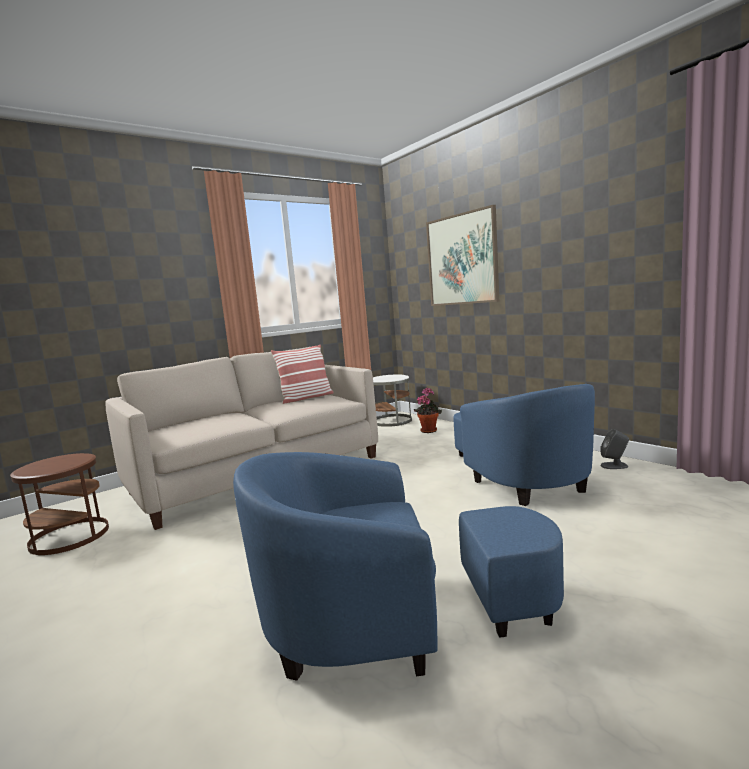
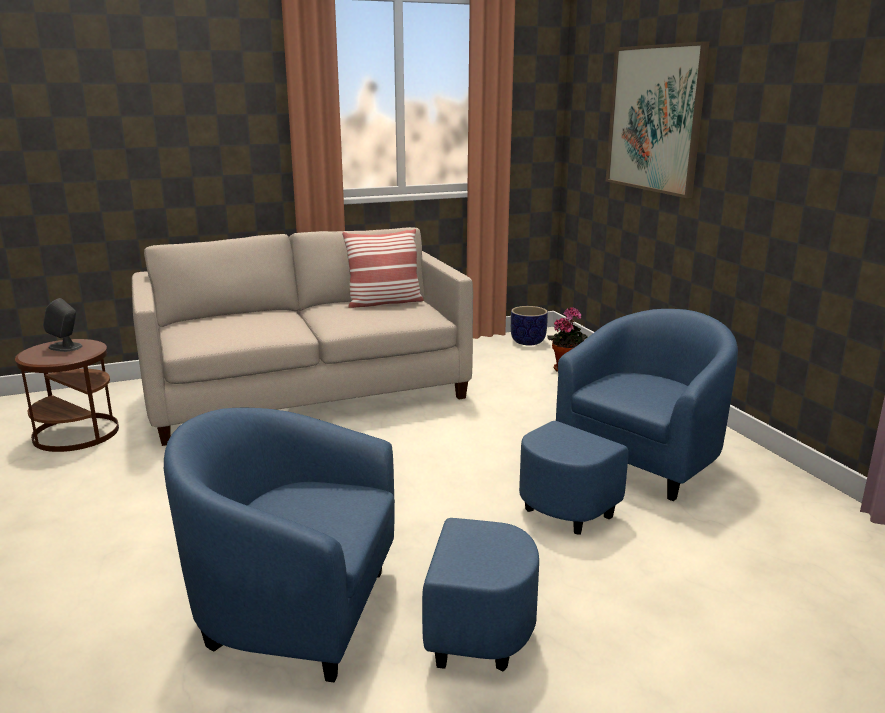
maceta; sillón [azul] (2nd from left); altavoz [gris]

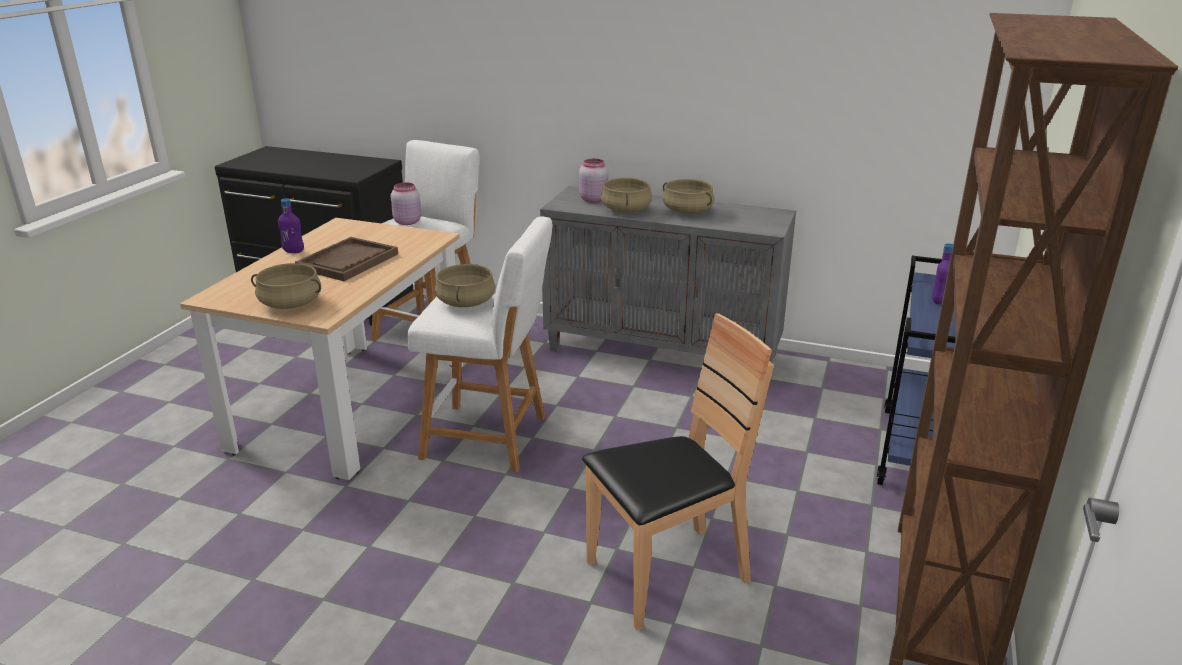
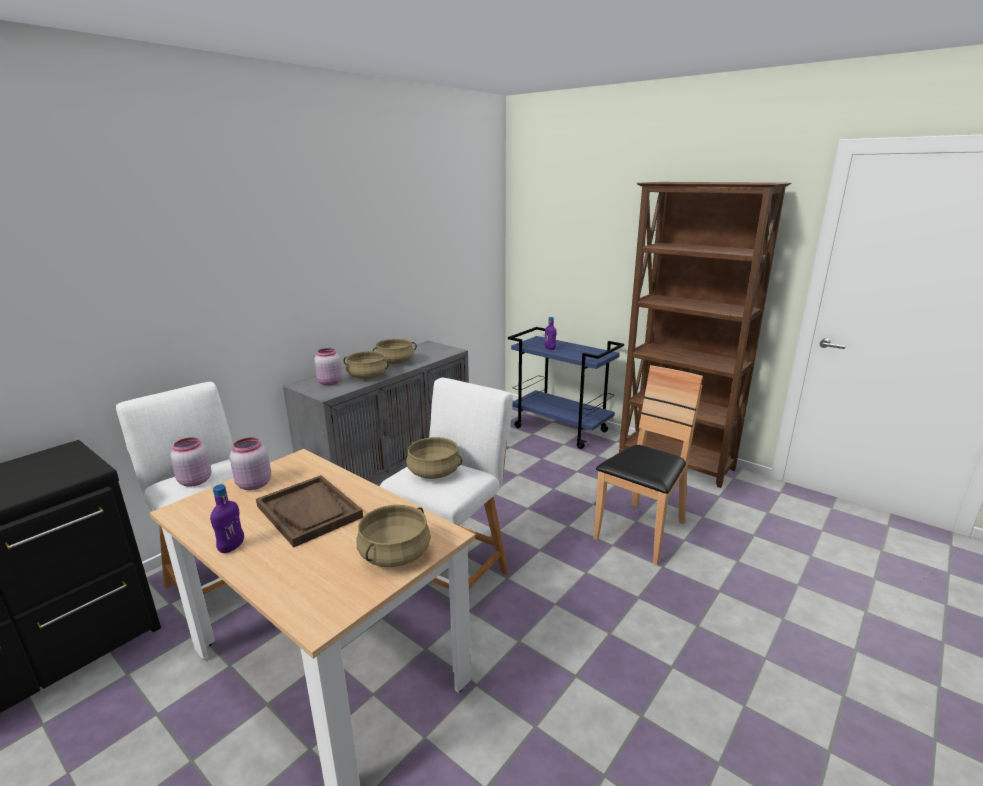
silla [marrón]; tarro [rosa] (2nd from left)

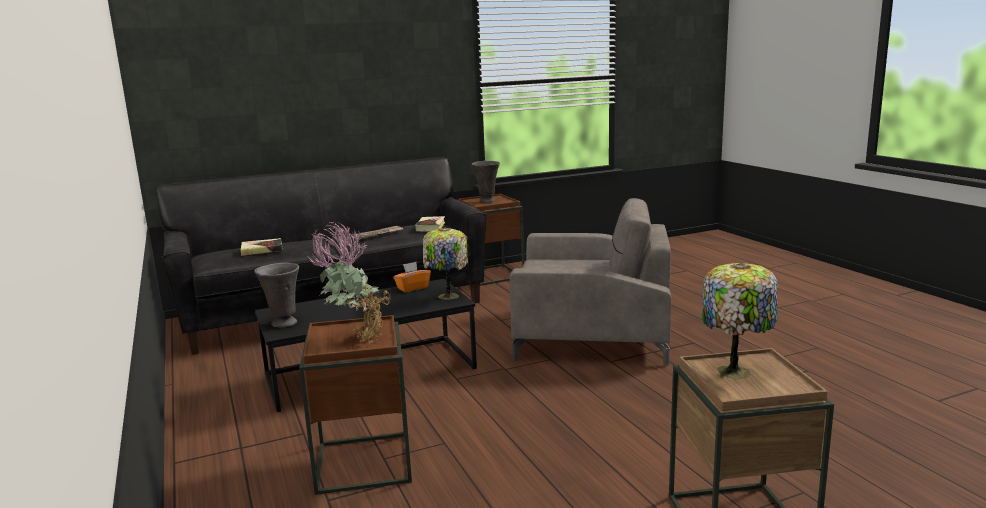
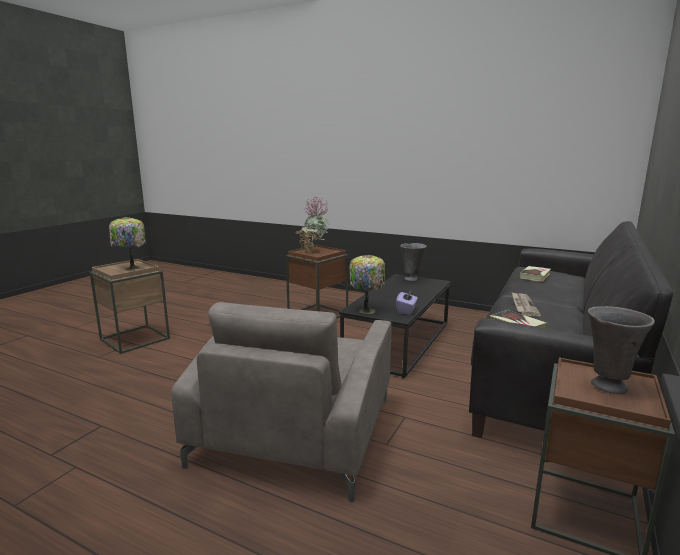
caja de pañuelos [morado]; sillón [gris]

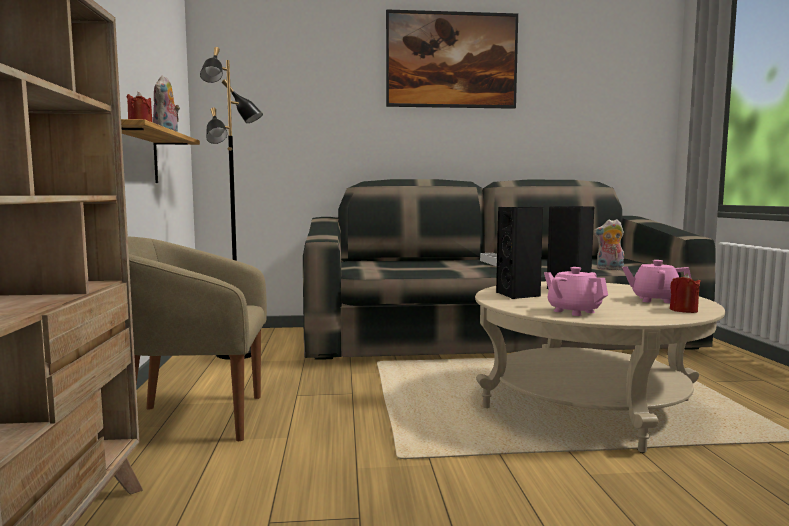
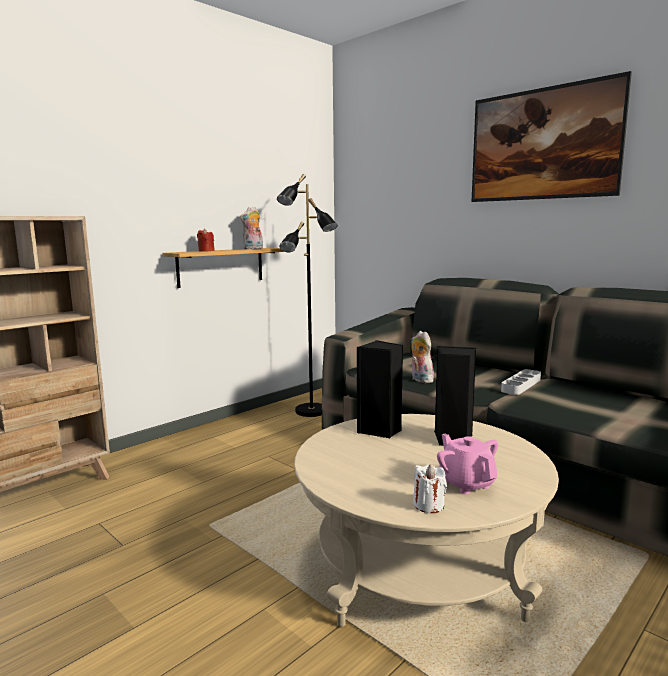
sillón [beis]; tetera [rosa] (1st from left in the first image); peluche (2nd from left); vela [blanco]

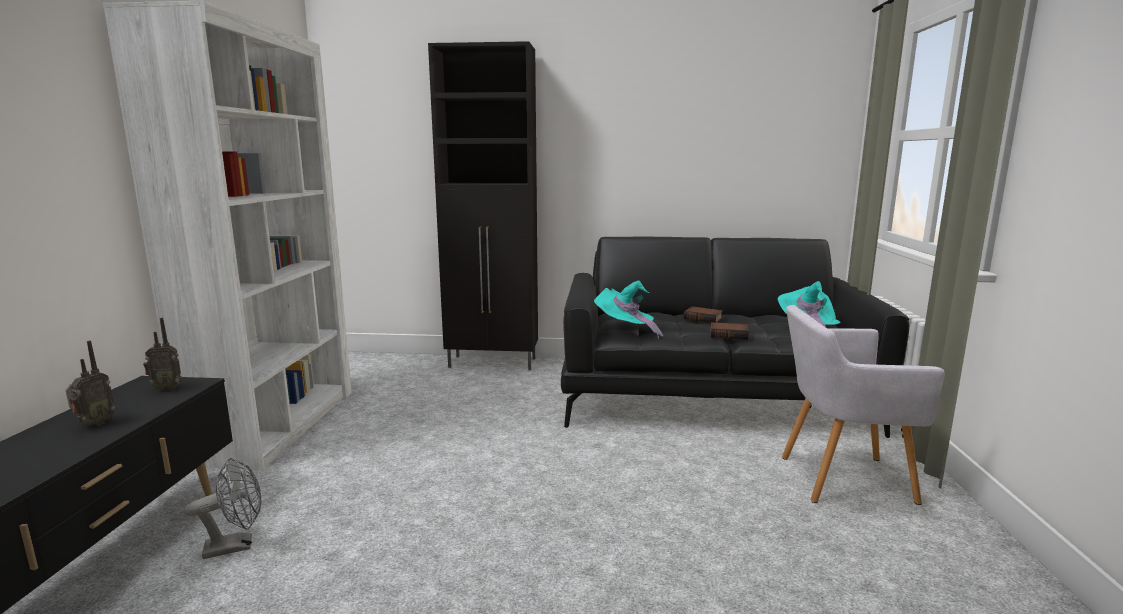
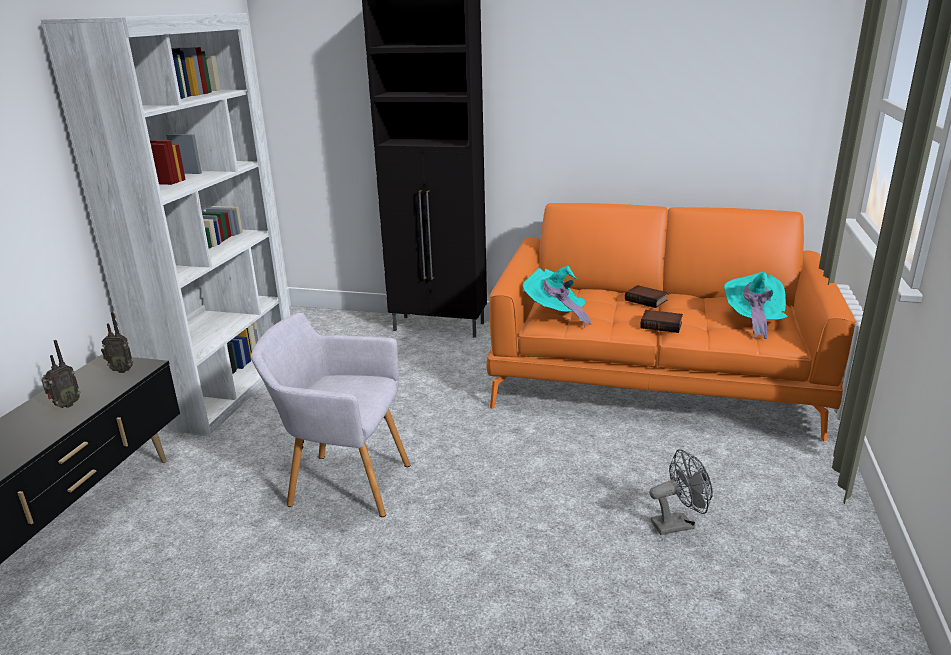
ventilador [gris]; sofá [naranja]; sillón [gris]

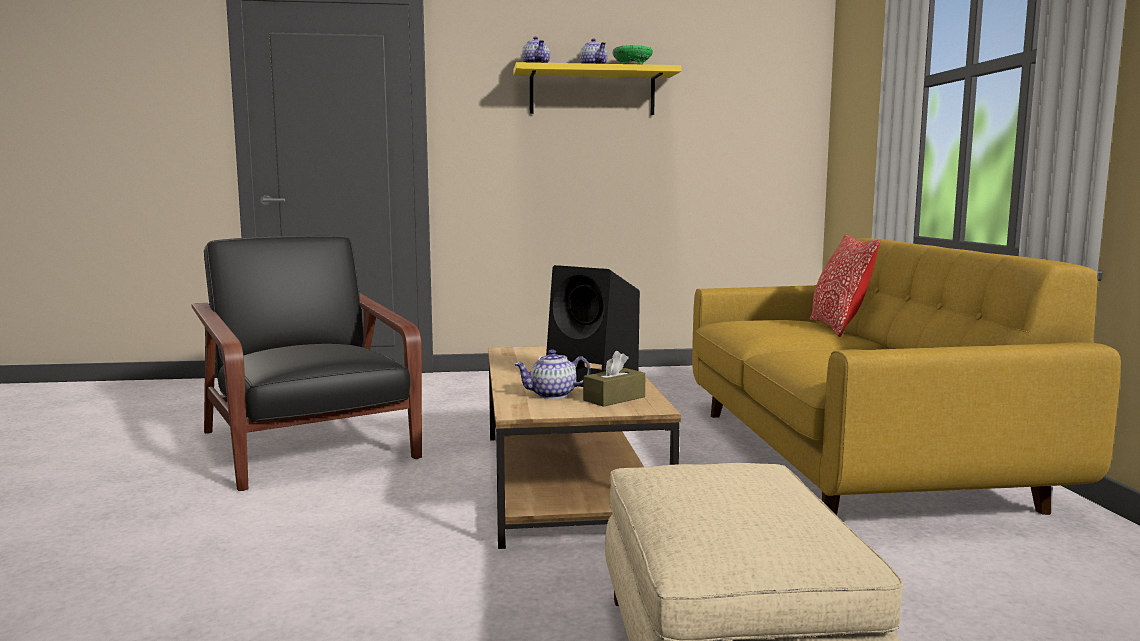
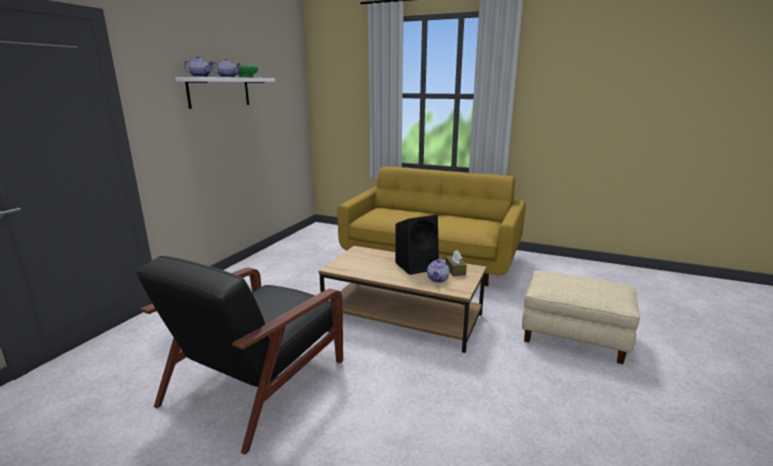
sillón [negro]; estante [blanco]; cojín

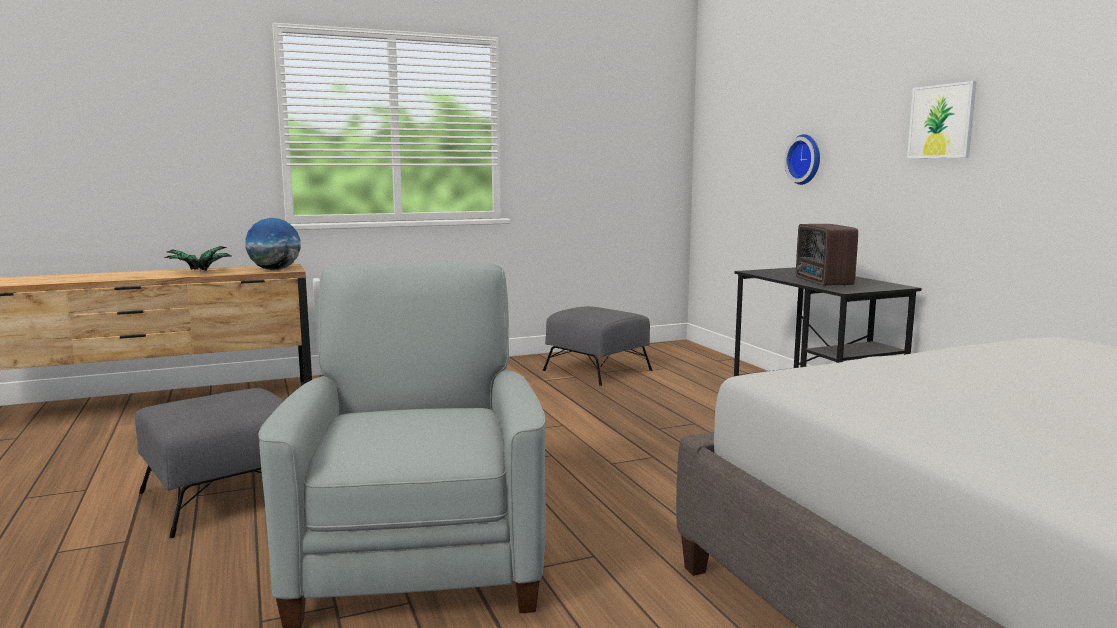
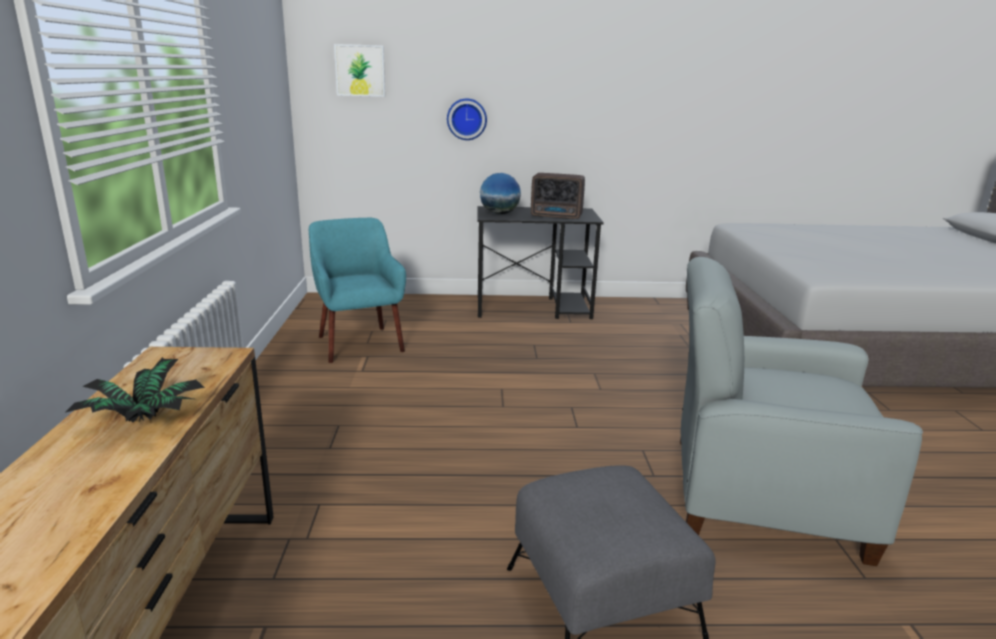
globo terráqueo; sillón [turquesa]; cuadro

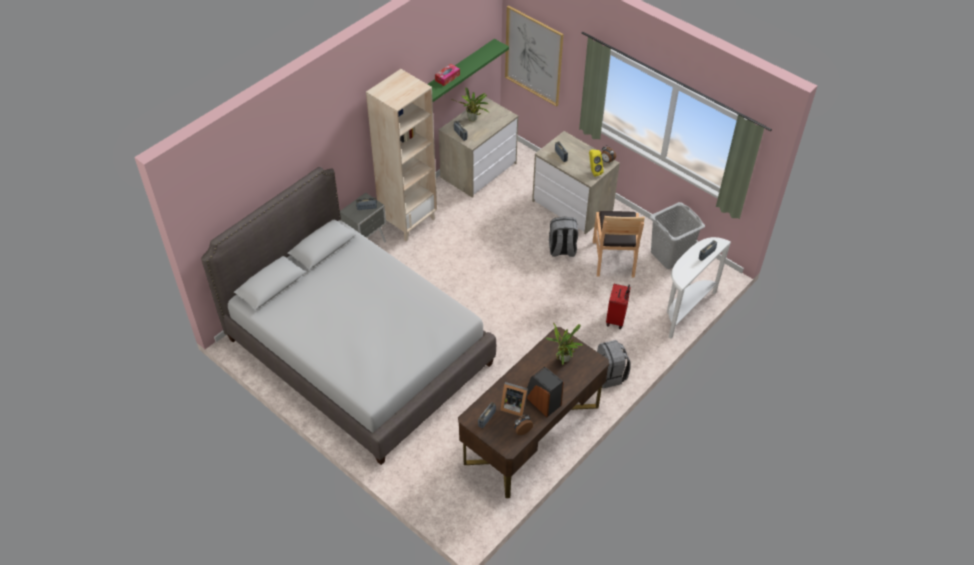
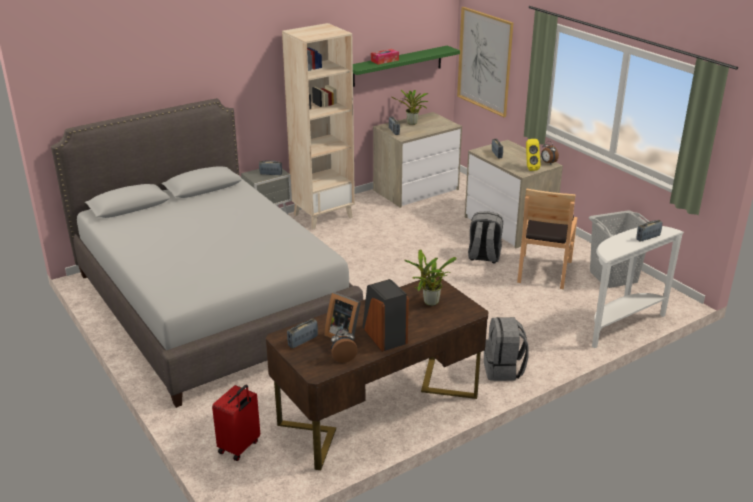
maleta [rojo]

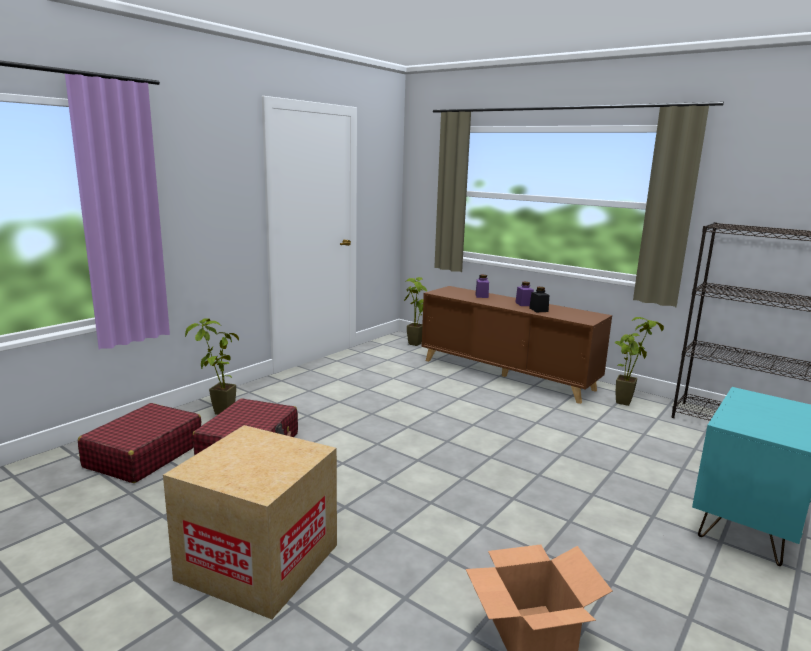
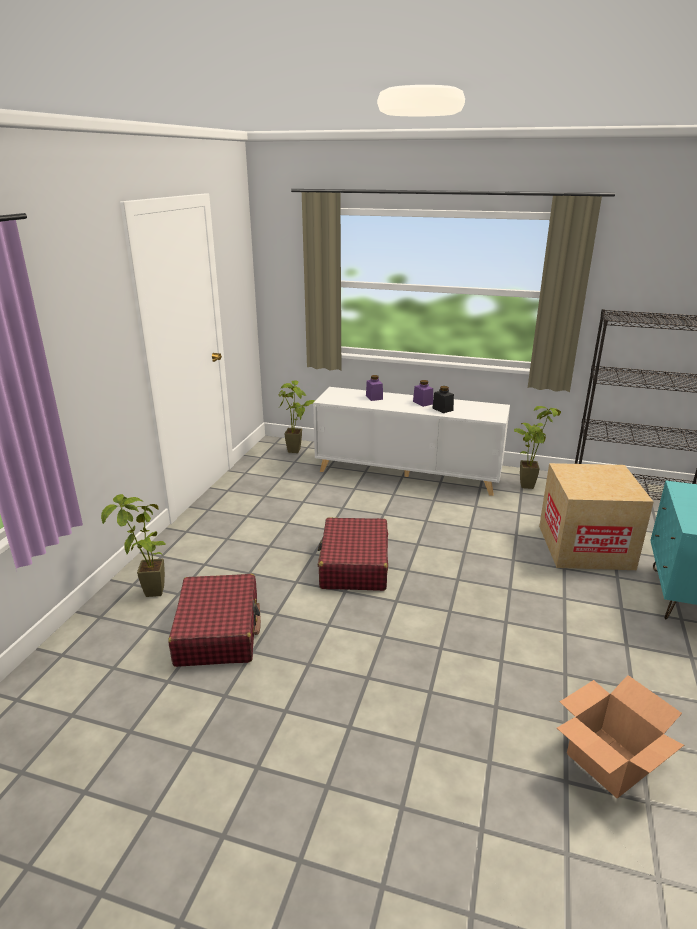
maleta [rojo] (2nd from left); caja de cartón (1st from left); armario [blanco]

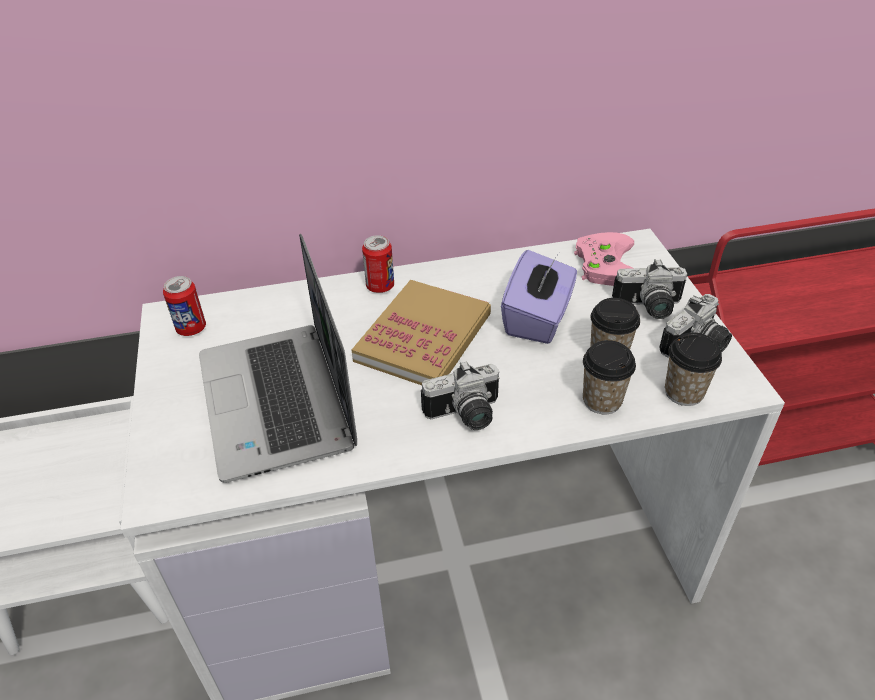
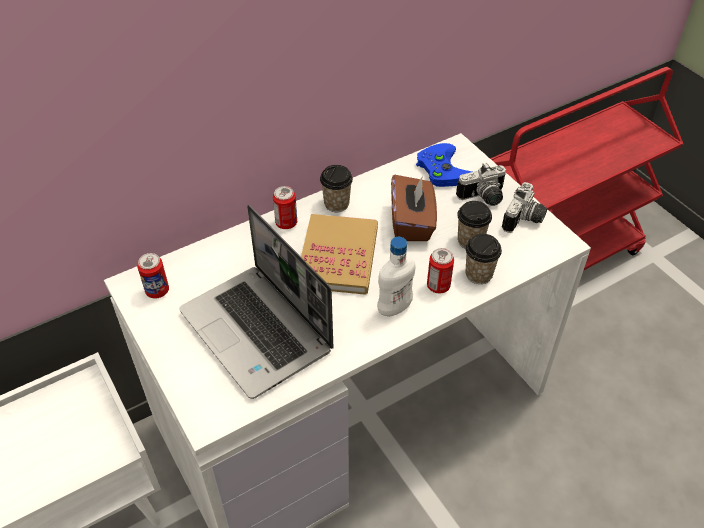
botella [blanco]; caja de pañuelos [marrón]; mando de consola [azul]; taza (1st from left); lata (3rd from left)

